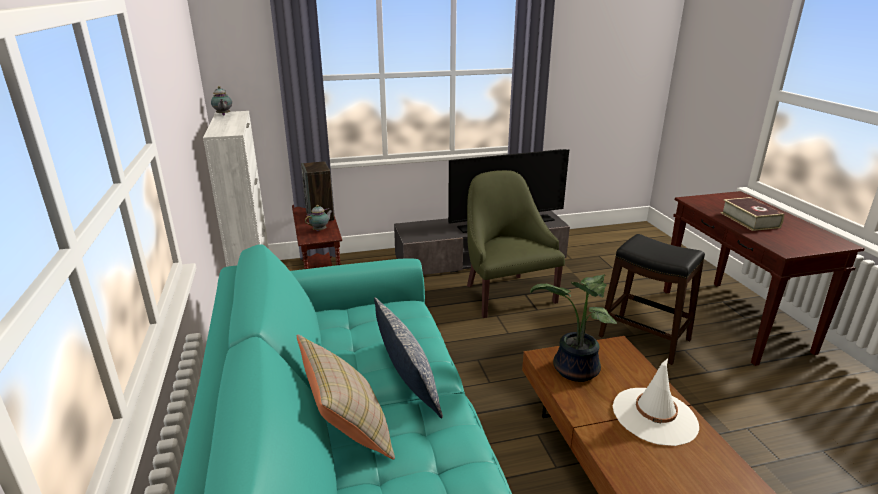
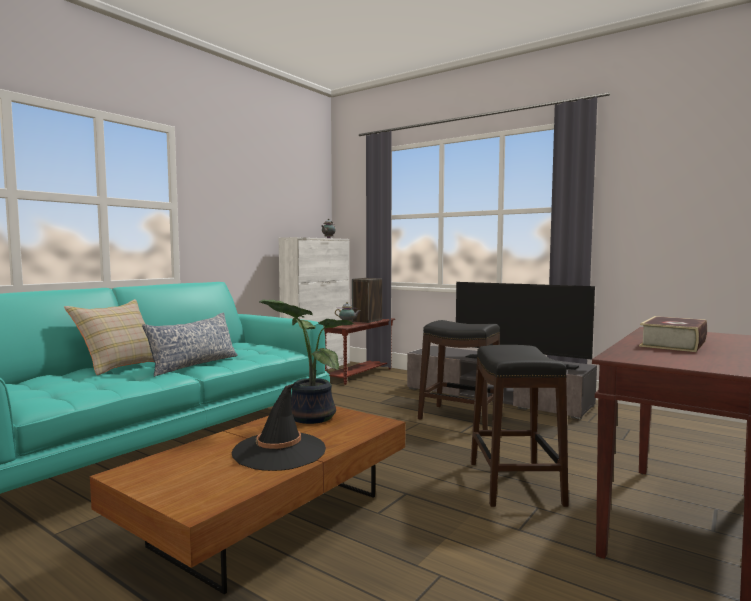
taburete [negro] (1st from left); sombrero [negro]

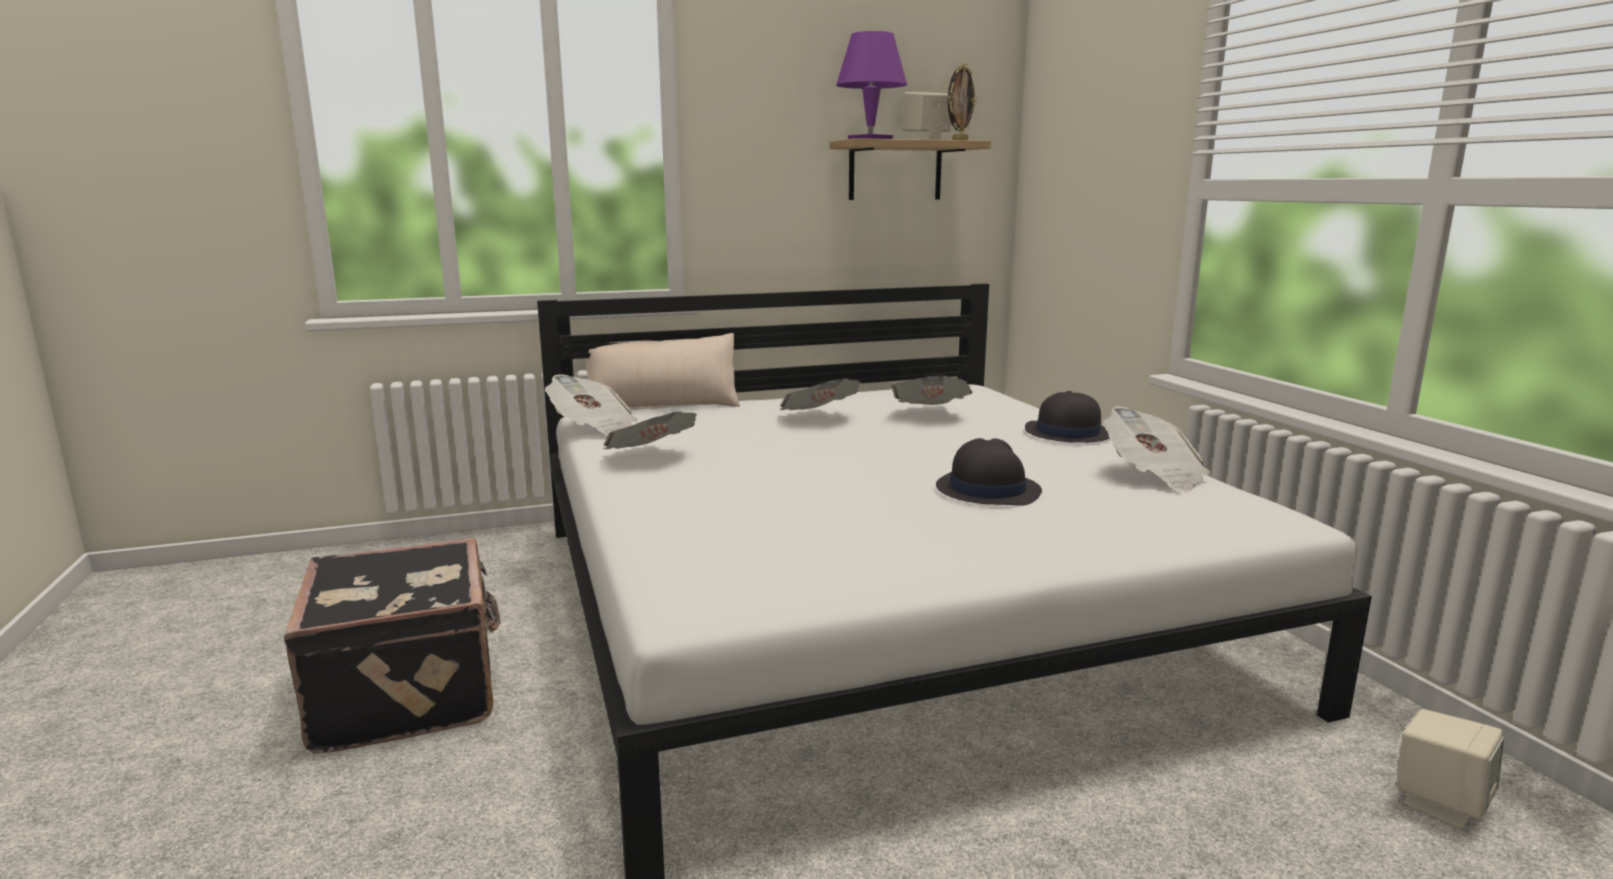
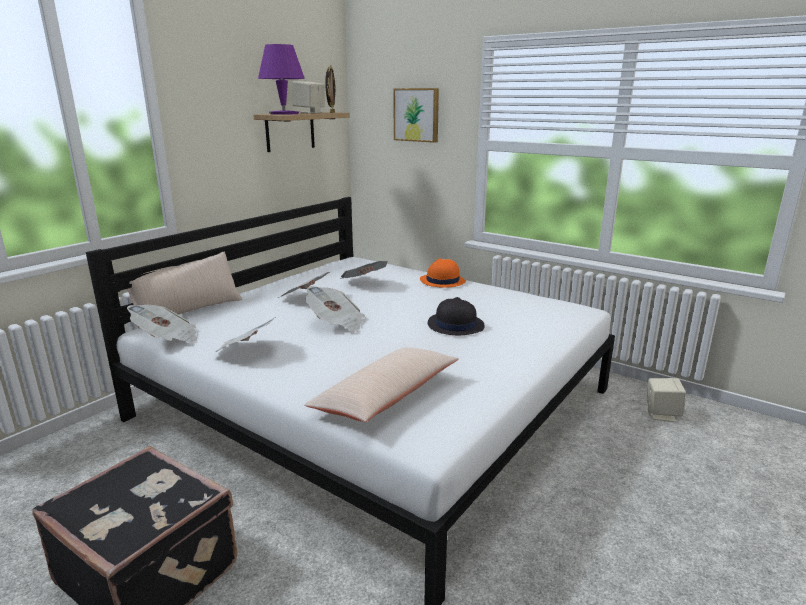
sombrero [naranja]; periódico (4th from left); cojín [beis] (2nd from left); cuadro

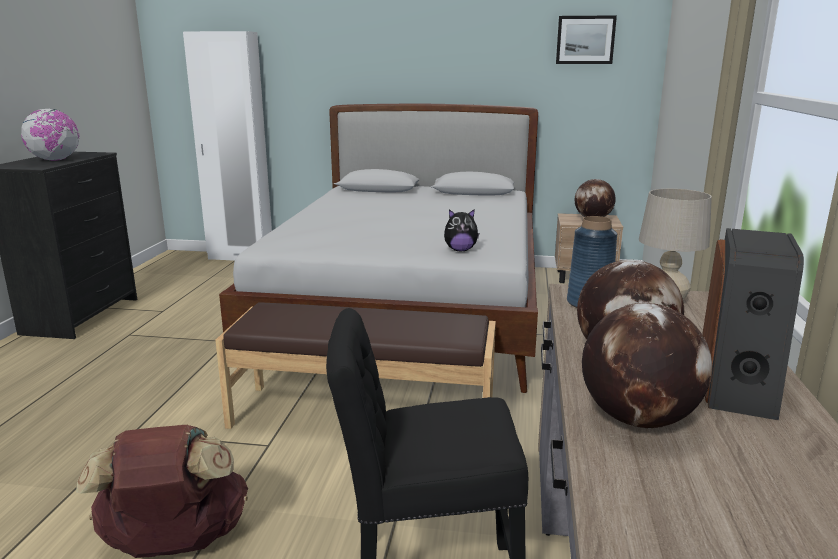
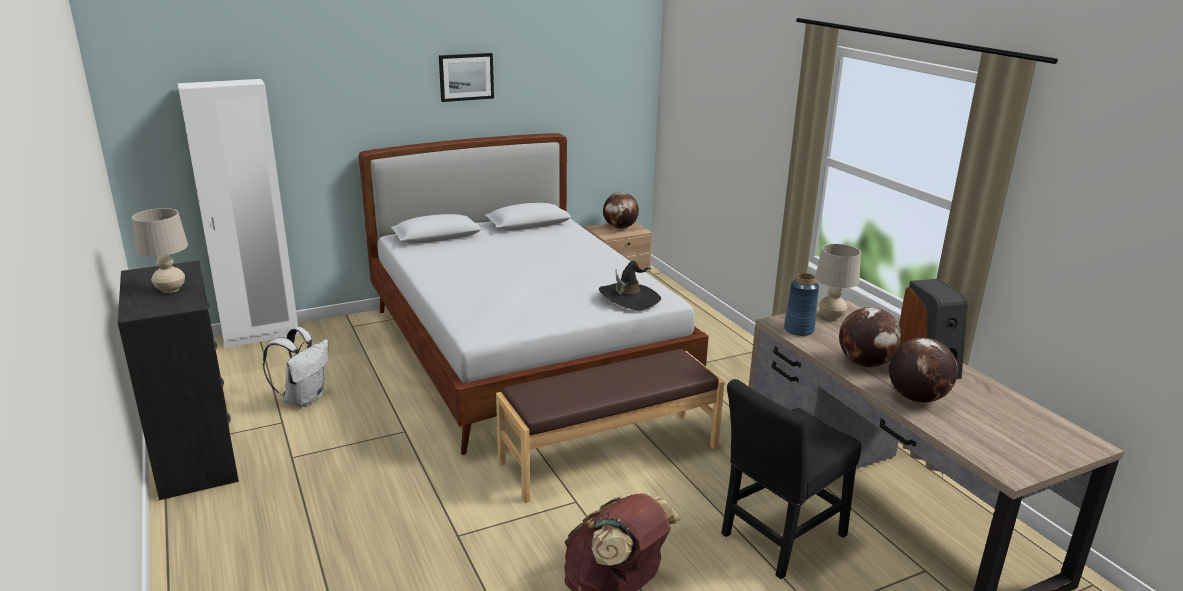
lámpara de mesa [beis] (1st from left); sombrero [negro]; cuadro; mochila [blanco]

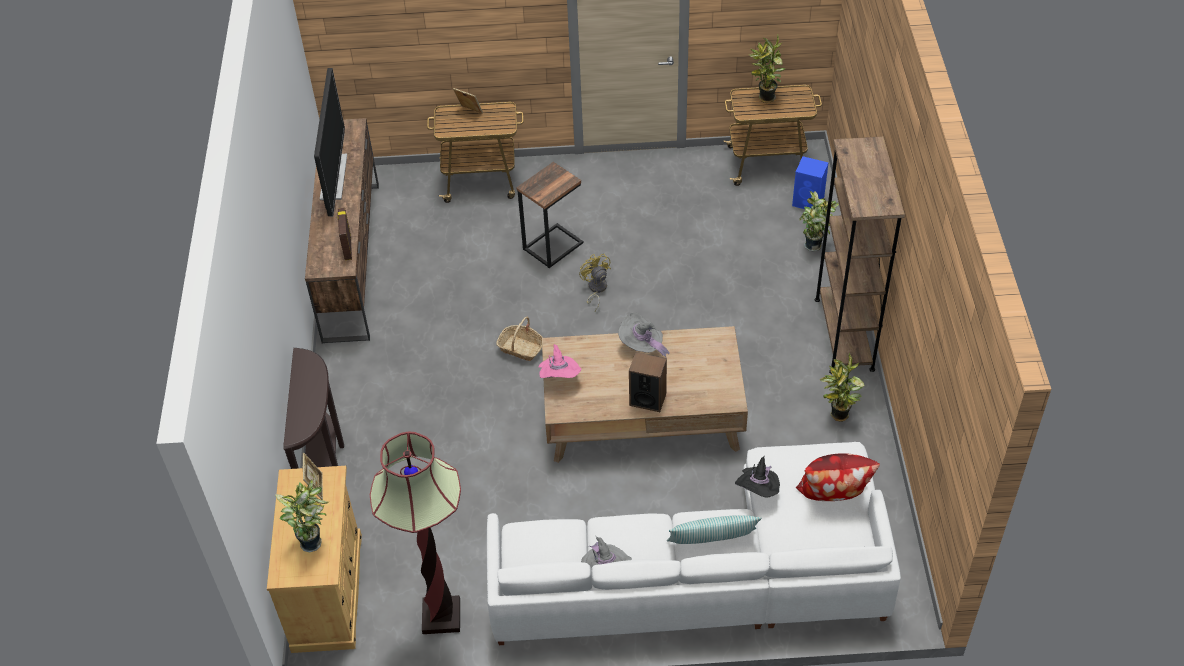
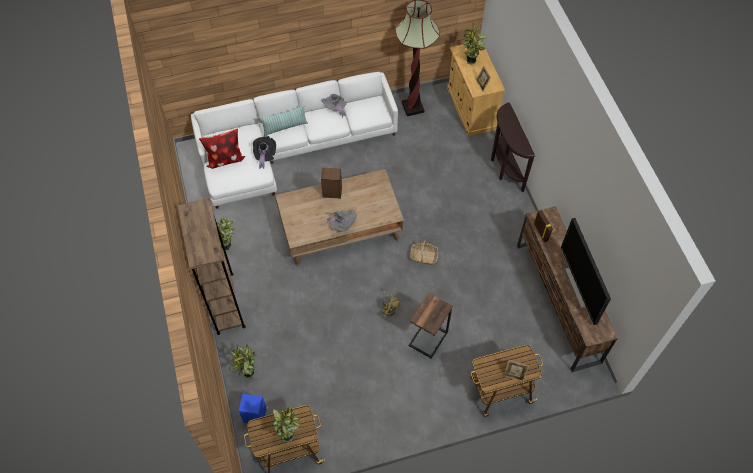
sombrero [rosa]

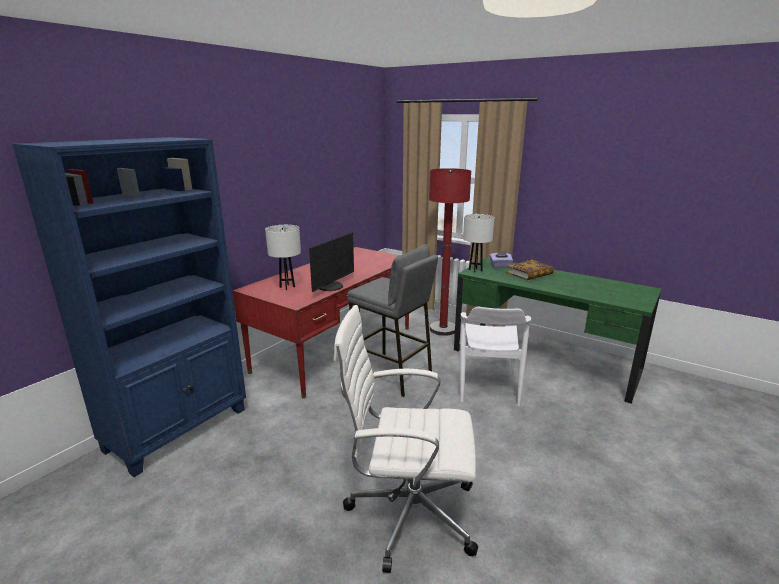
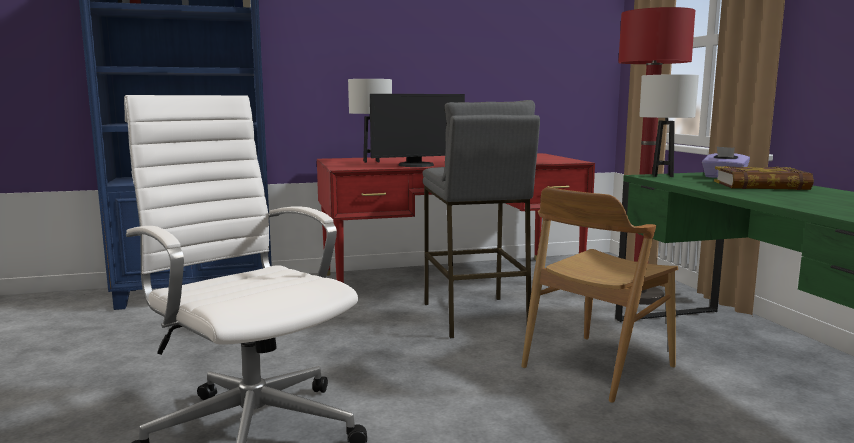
silla [marrón]

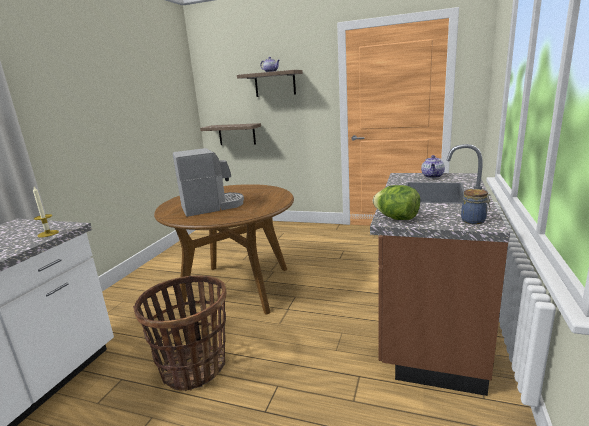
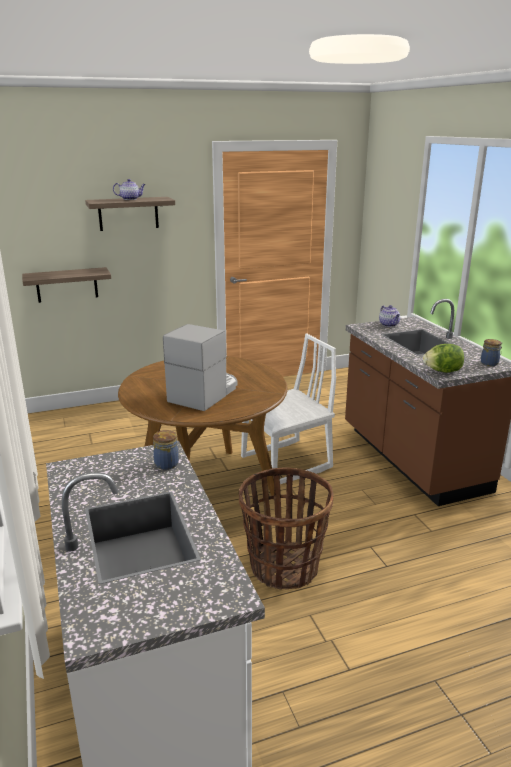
tarro (1st from left); silla [blanco]

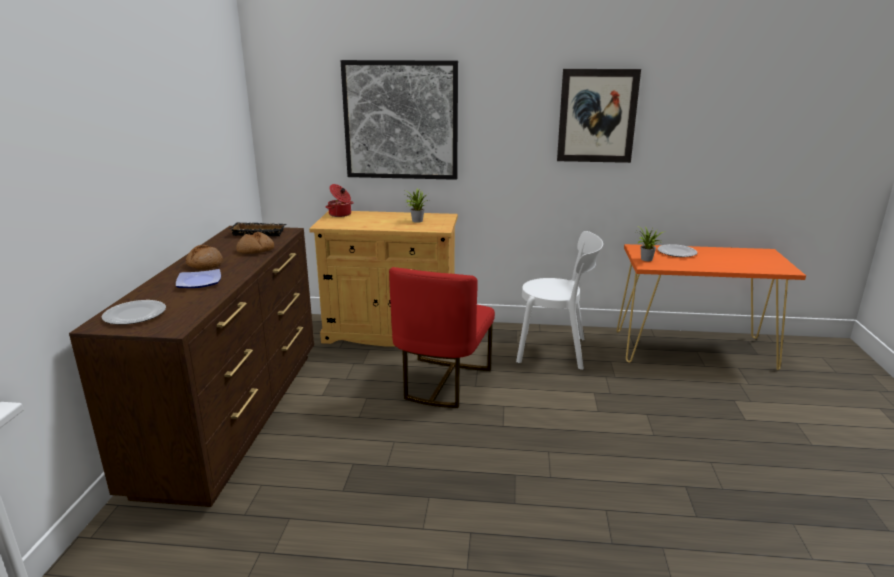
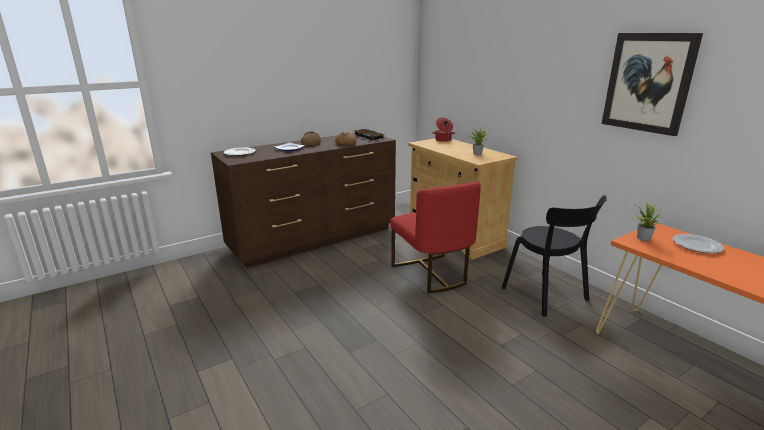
cuadro (1st from left in the first image); silla [rojo]; silla [negro]

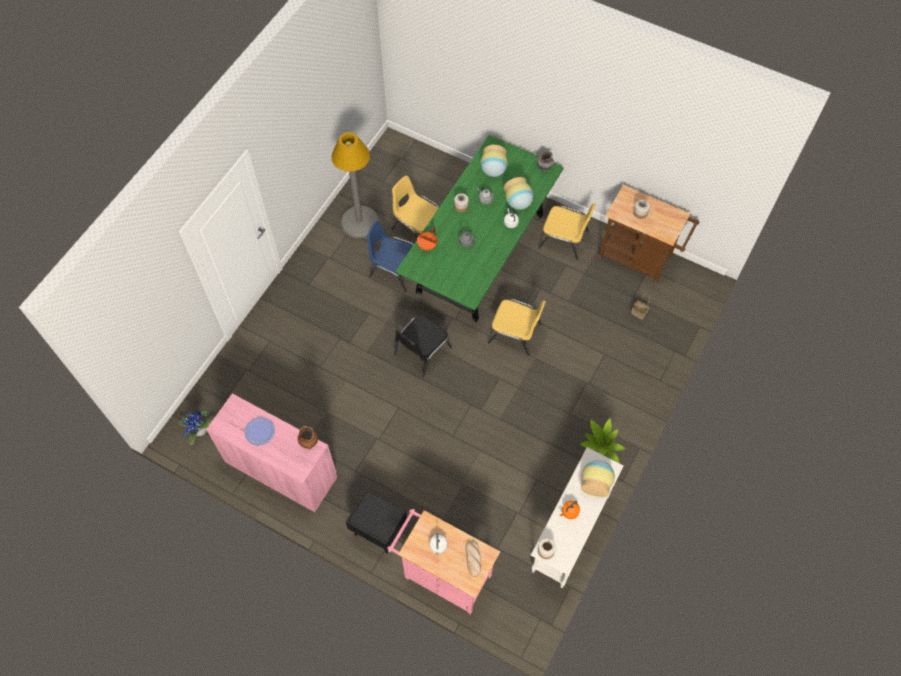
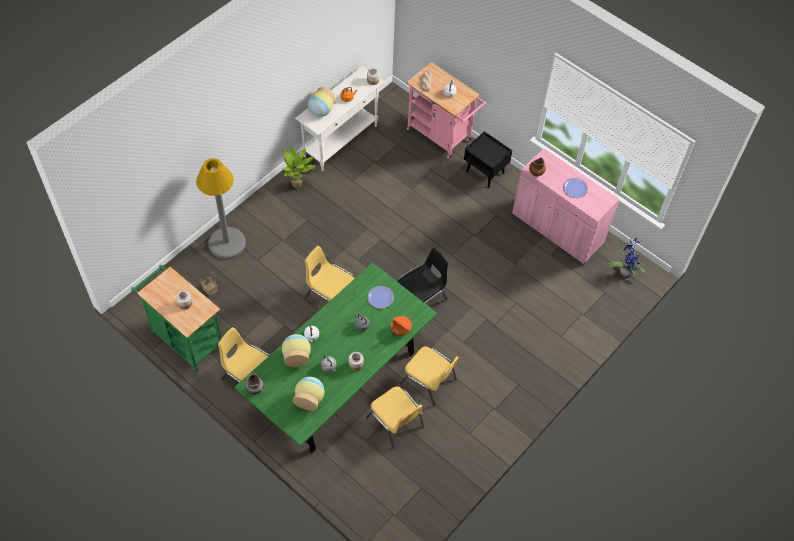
lámpara de pie [gris]; silla [amarillo] (4th from left); carrito [verde]; plato (1st from left)

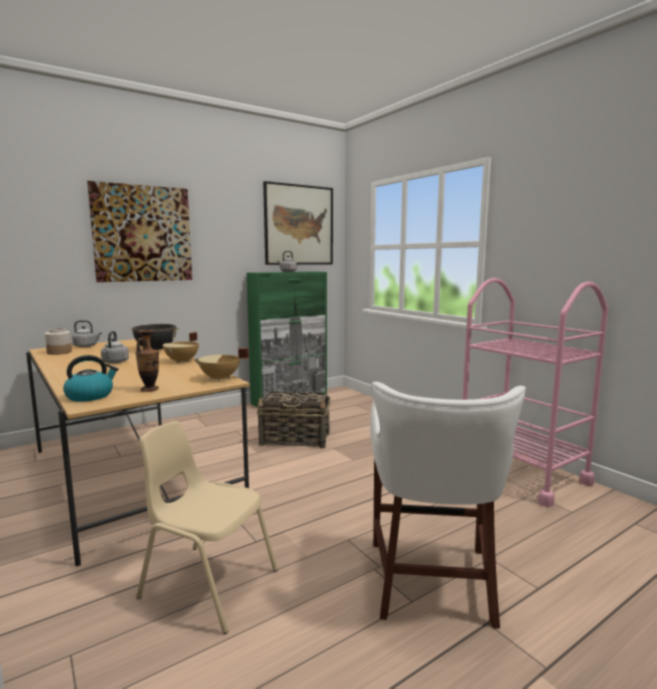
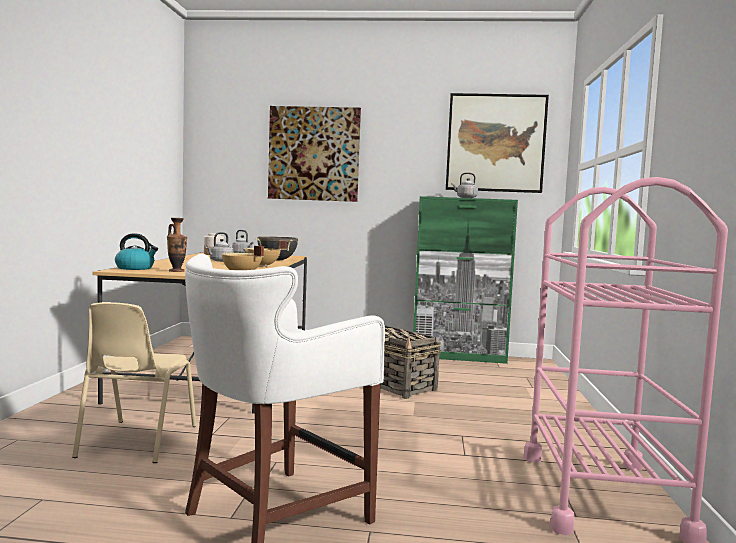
silla [beis]

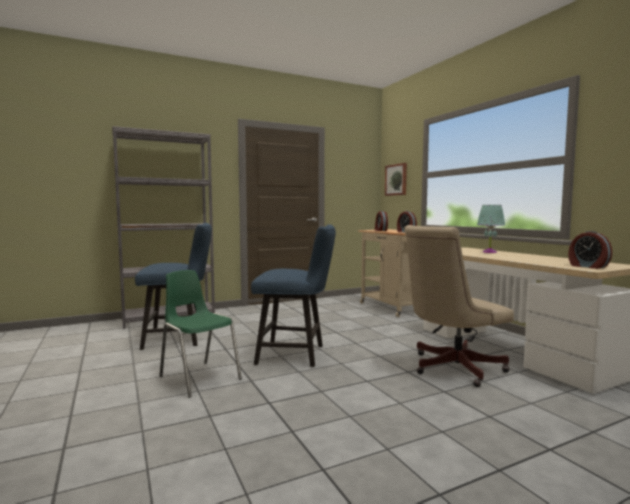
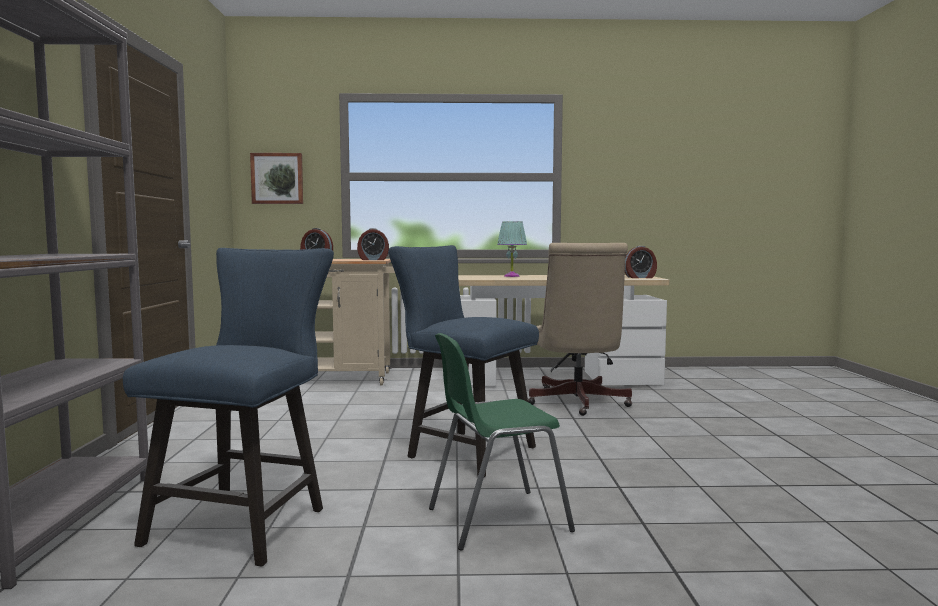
silla [azul] (2nd from left)

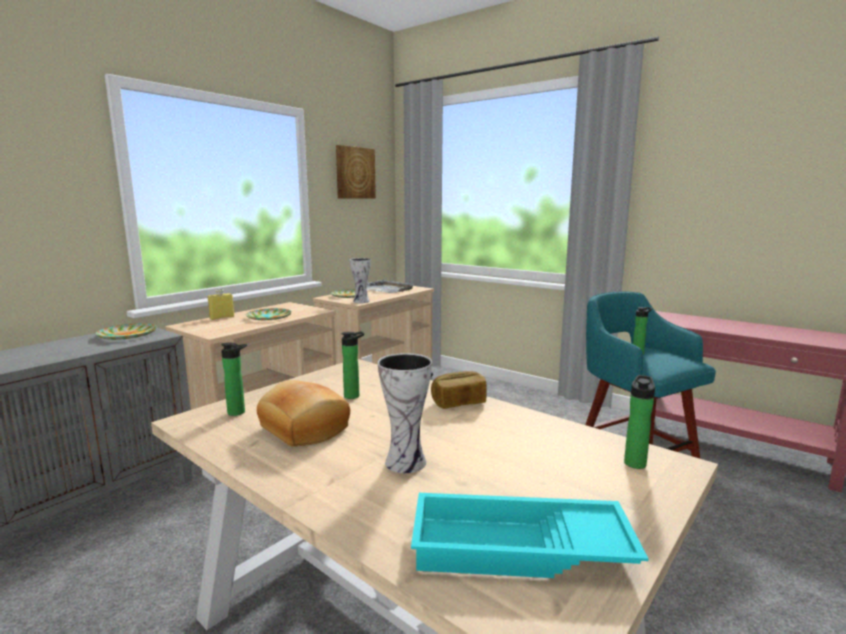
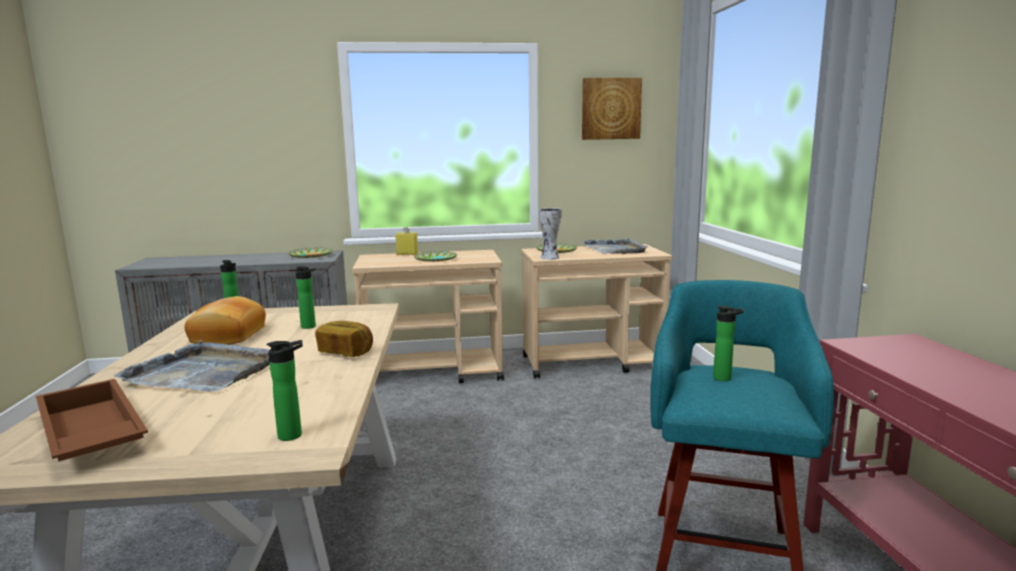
bandeja [gris] (1st from left); bandeja [marrón]

